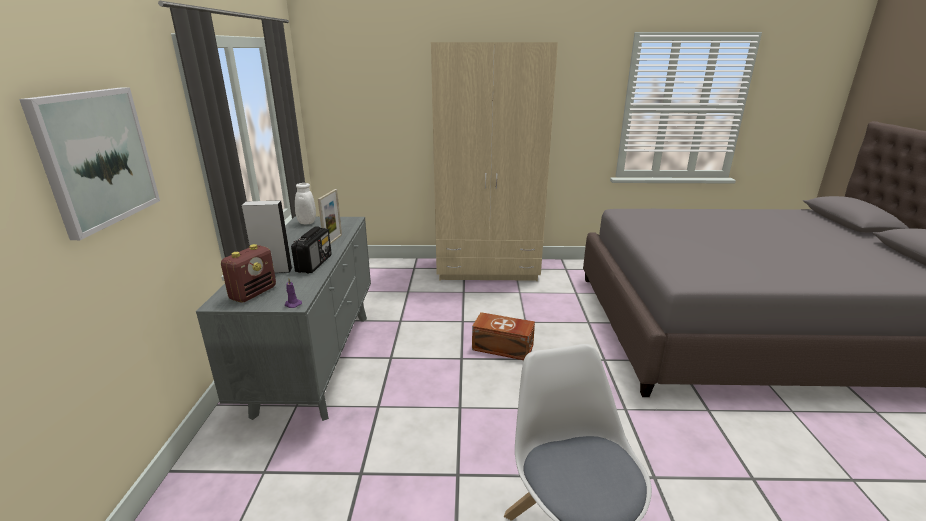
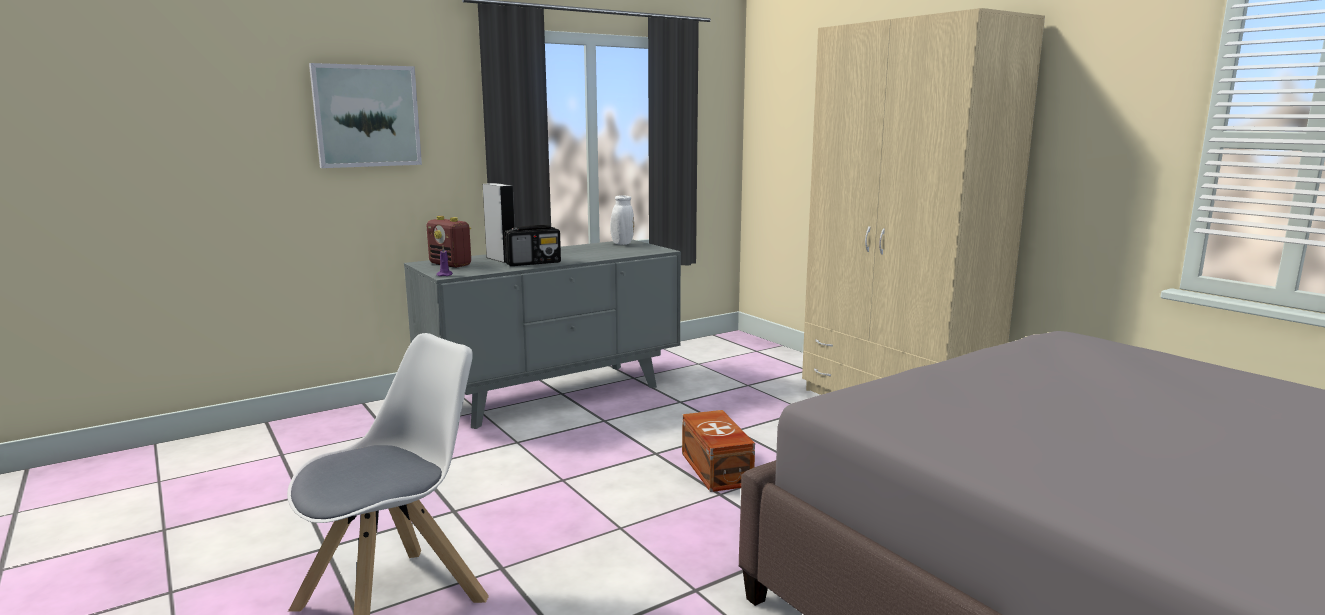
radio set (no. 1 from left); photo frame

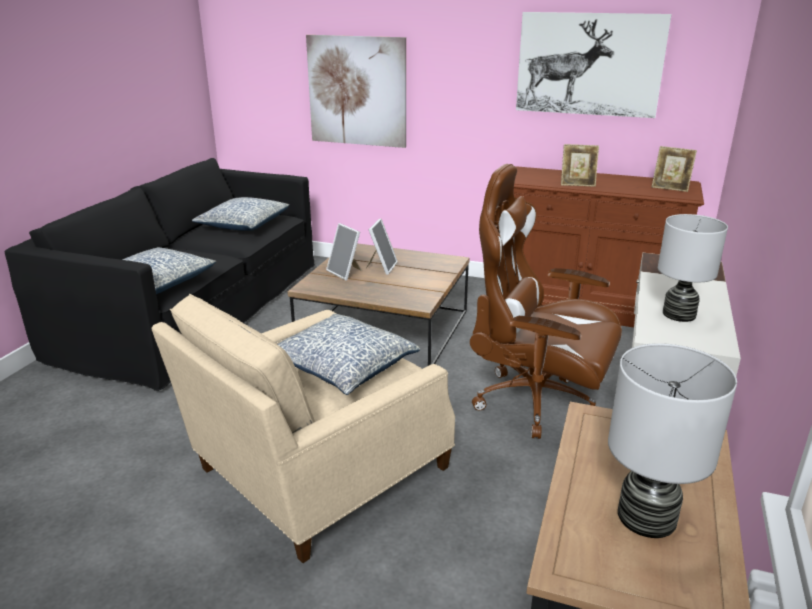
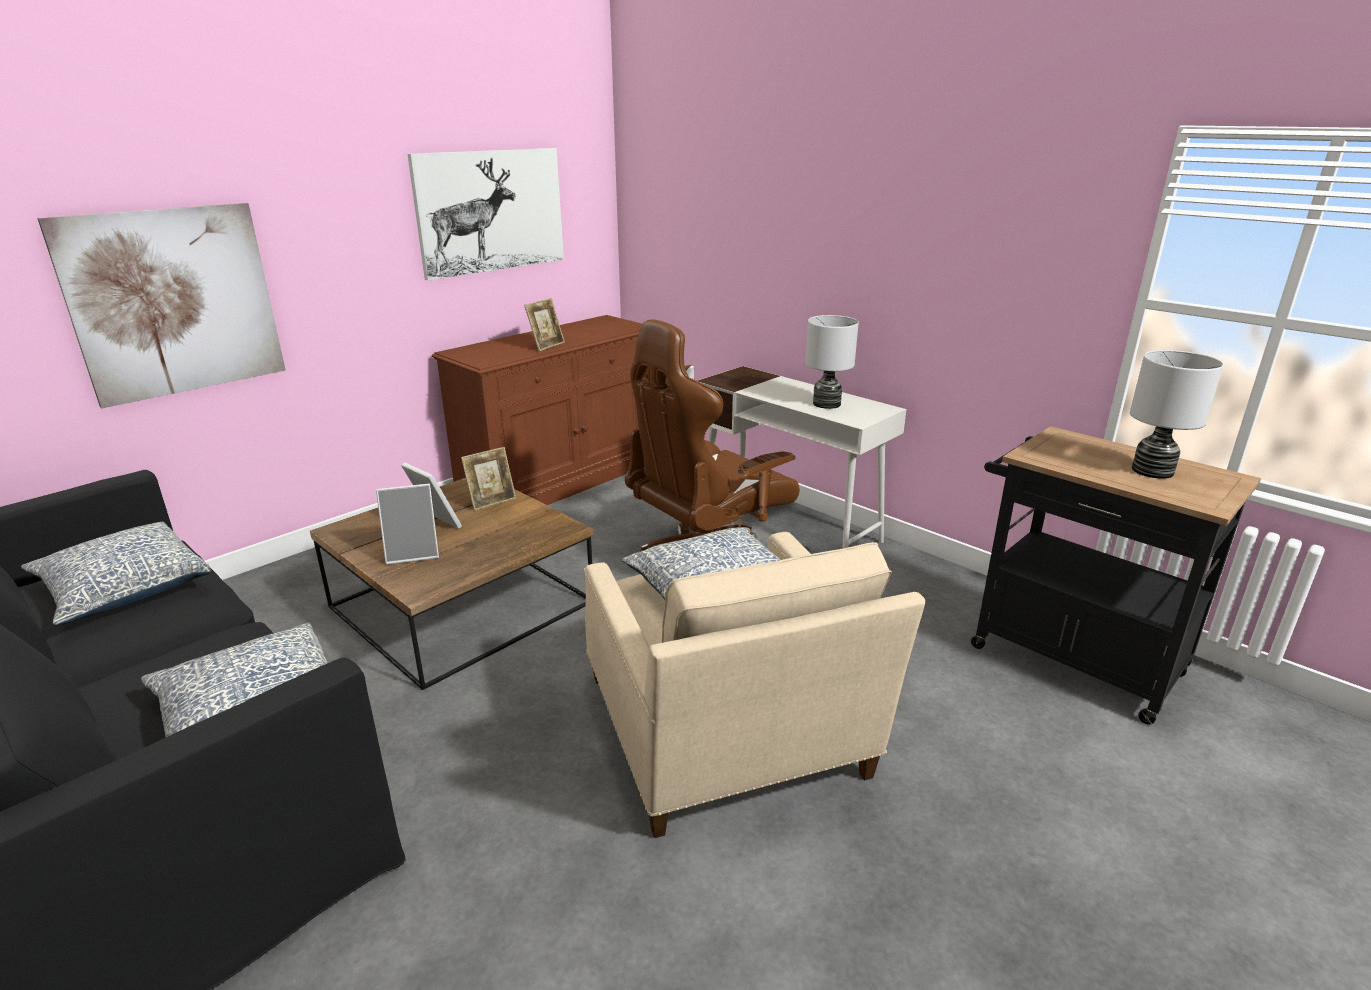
photo frame (no. 3 from left)

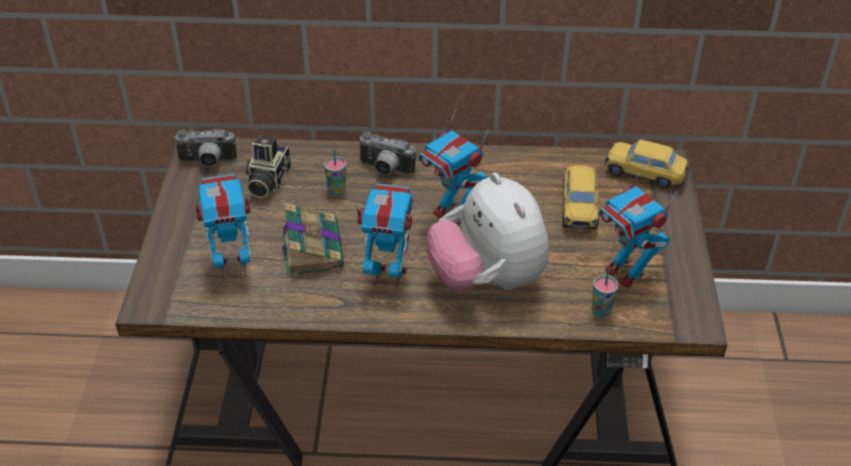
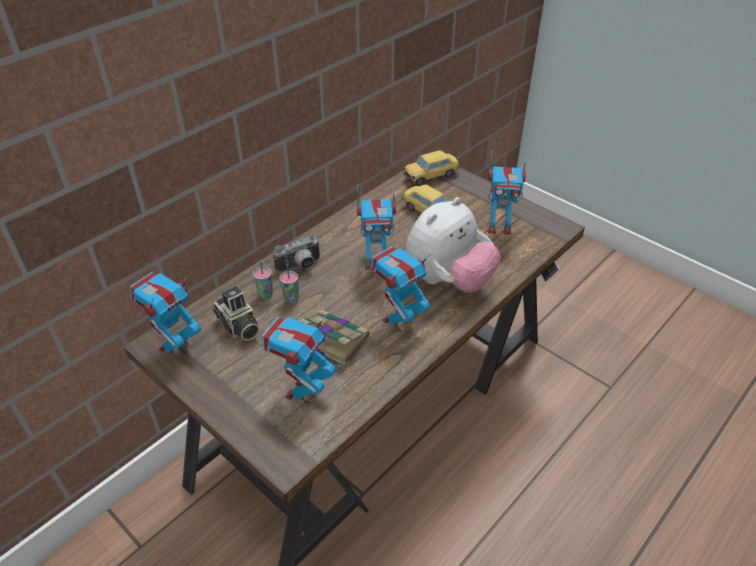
toy robot (no. 1 from left); drinking cup (no. 1 from left); cuddly toy

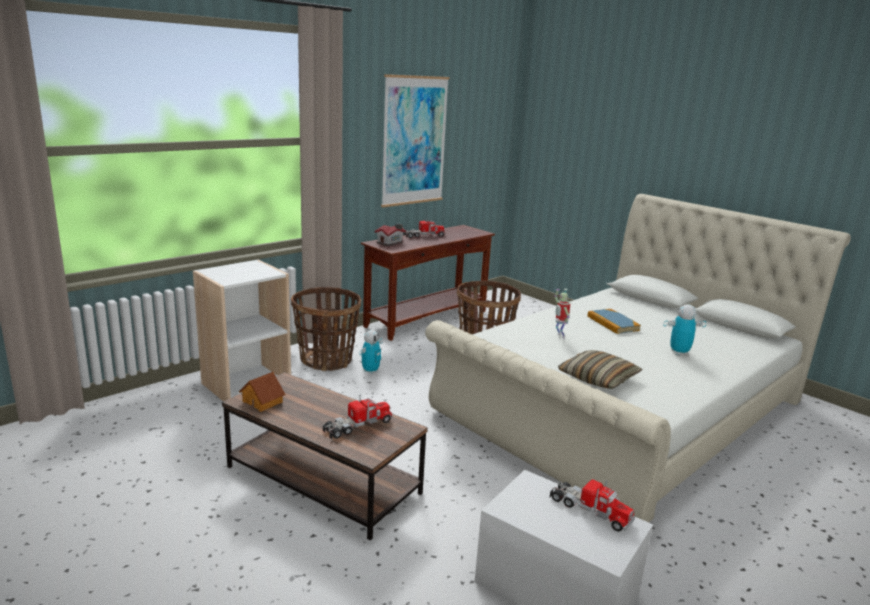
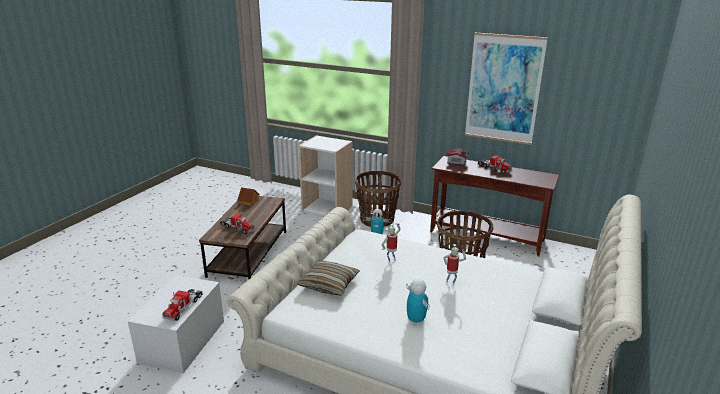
toy robot (no. 4 from left)

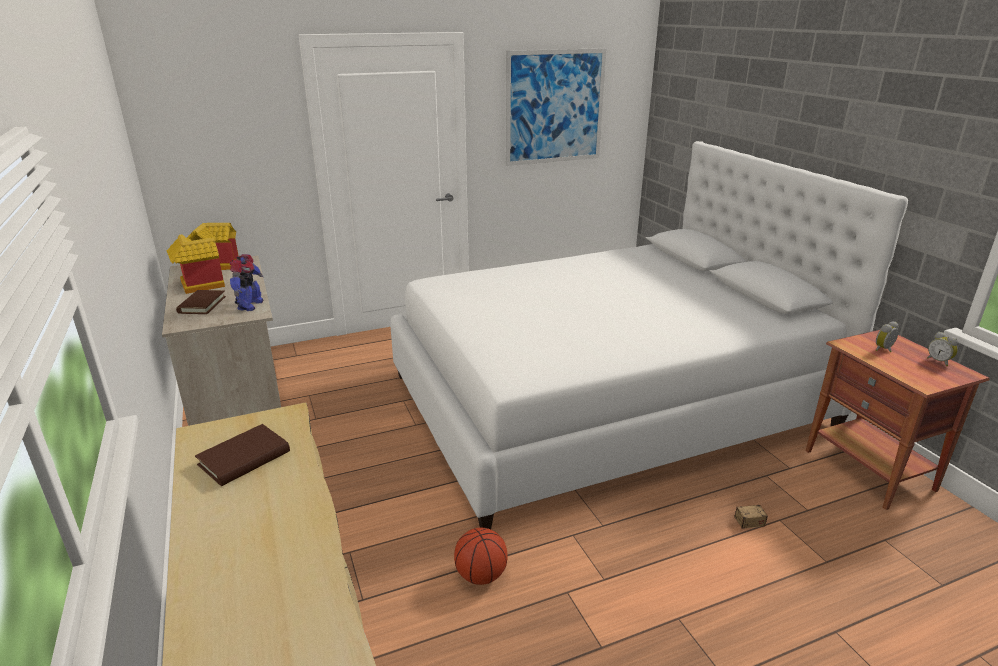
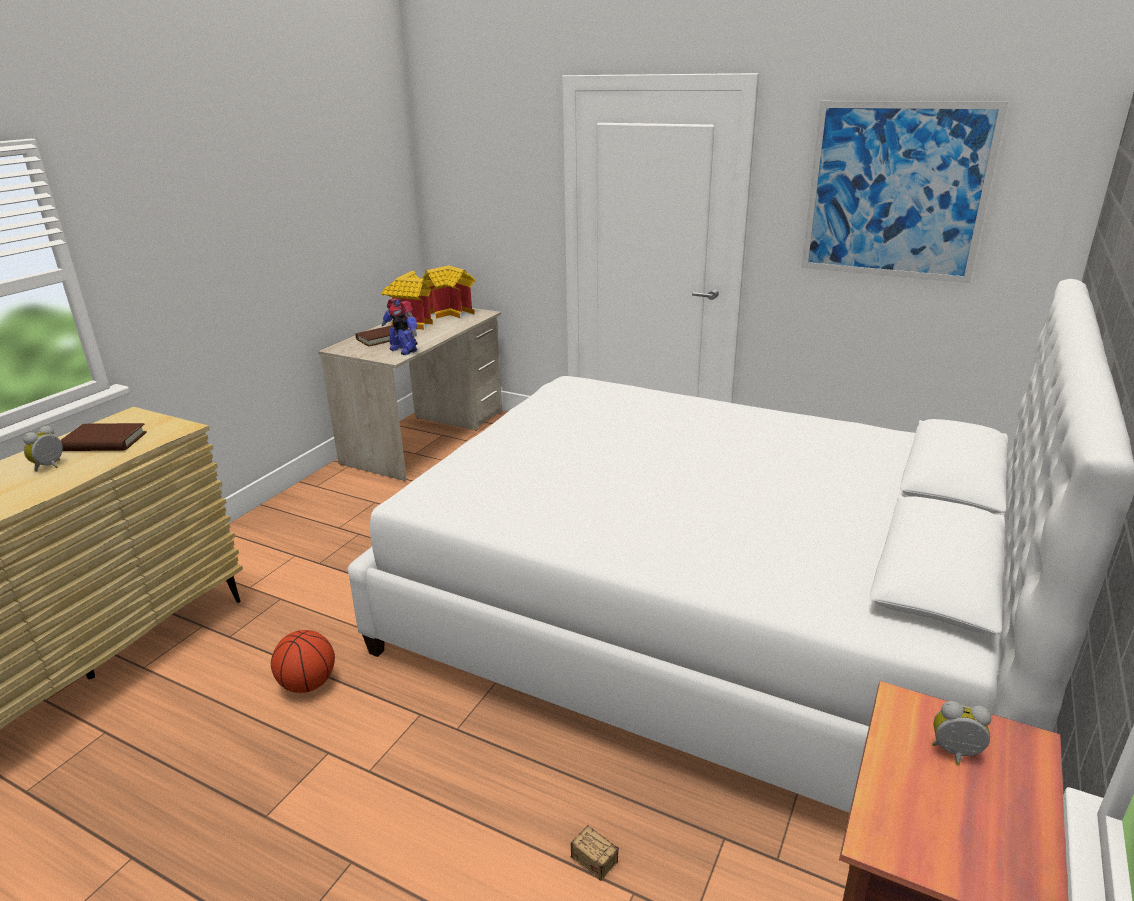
bedside clock (no. 1 from left); toy robot

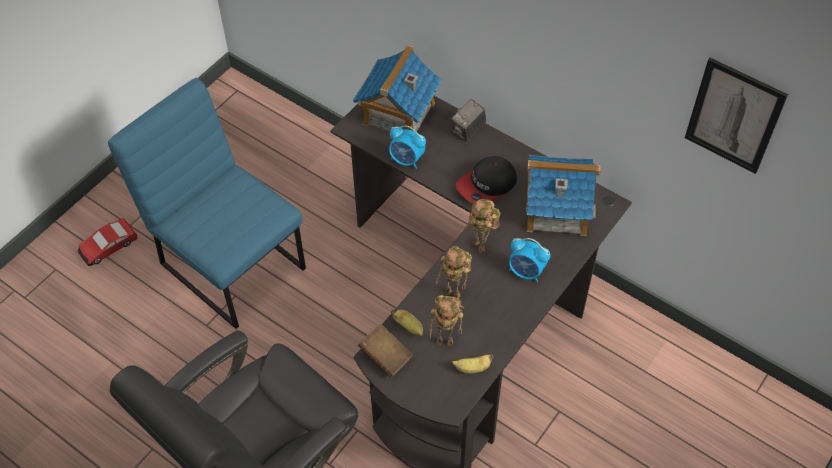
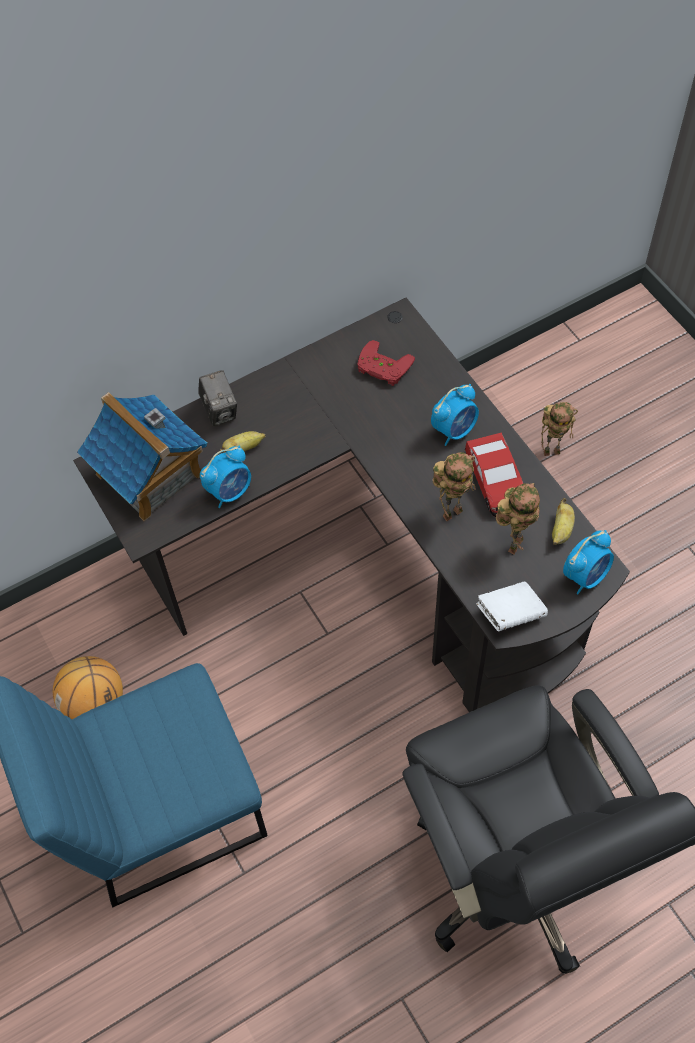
basketball; banana fruit (no. 1 from left); gamepad in red-coloured; model car; book in white; toy robot (no. 3 from left); bedside clock (no. 3 from left); peaked cap; wall art

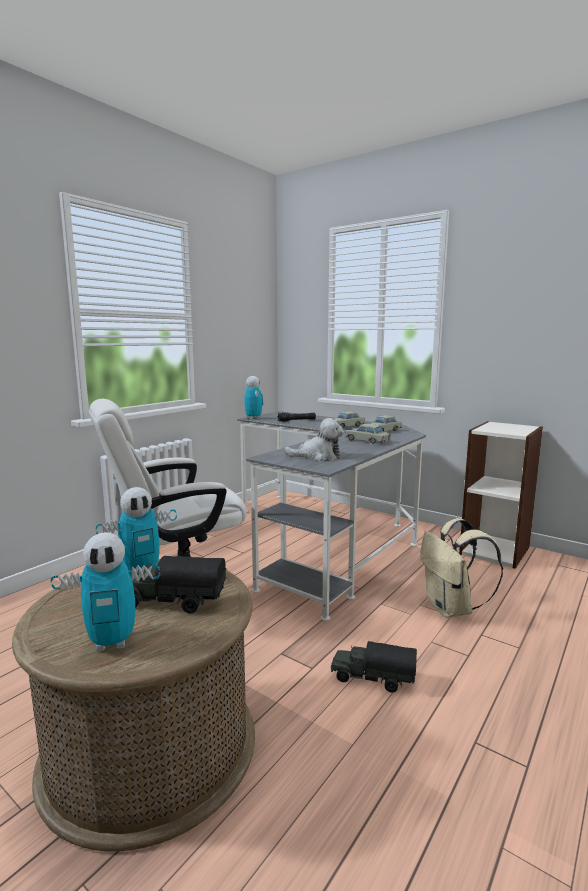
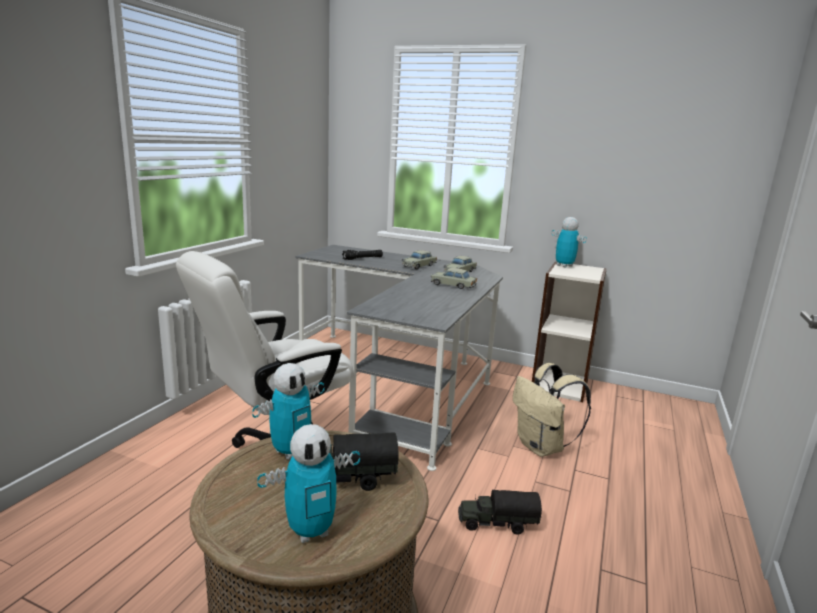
toy robot (no. 3 from left); cuddly toy

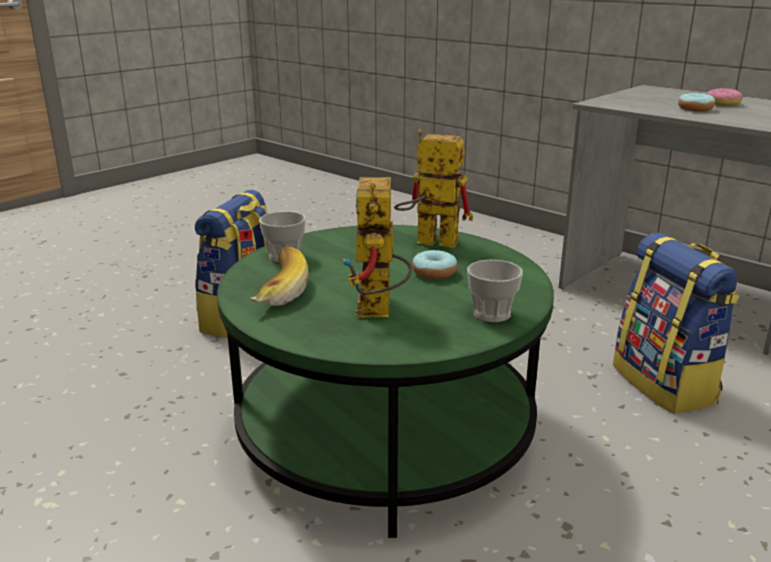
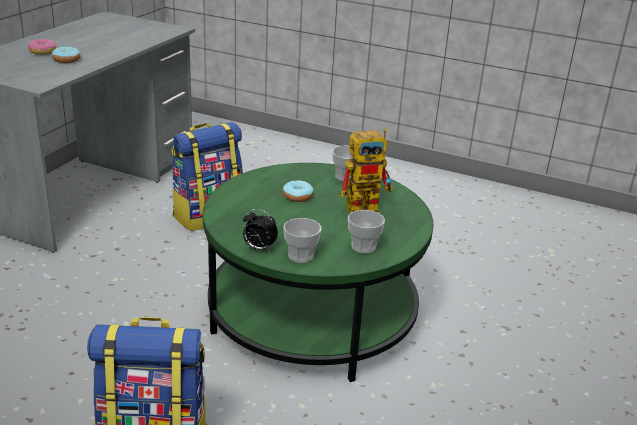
bedside clock; drinking cup (no. 3 from left); toy robot (no. 2 from left in the first image)

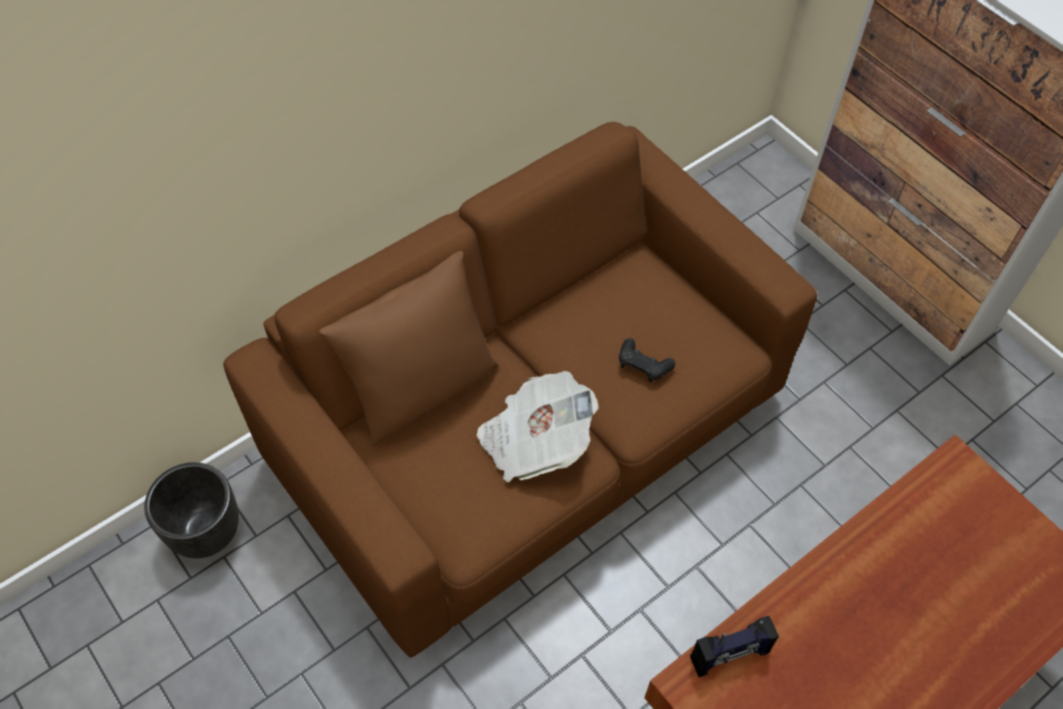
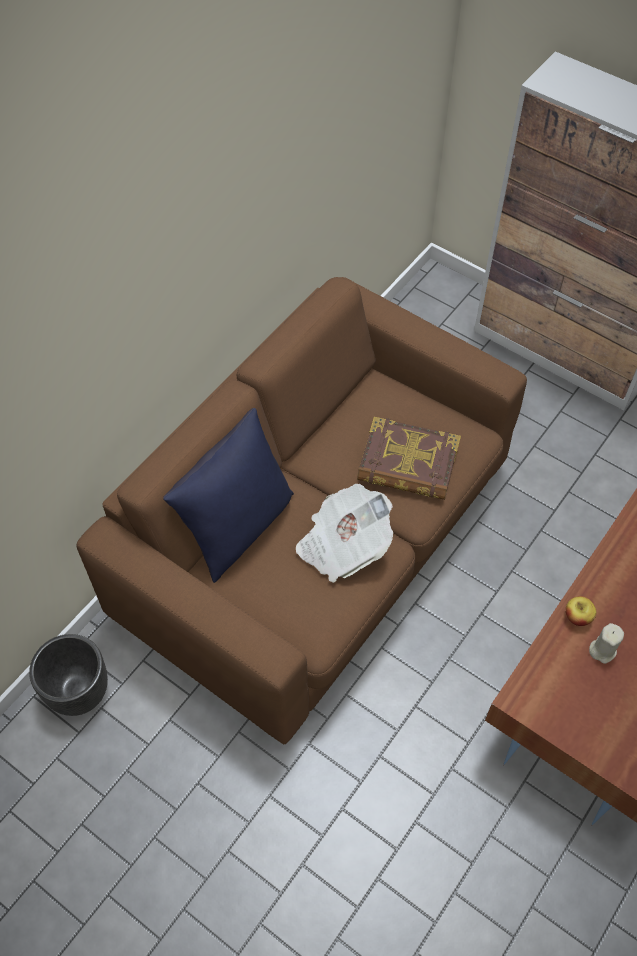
throw pillow in bluish; book; apple fruit; wax candle in beige-coloured; radio set

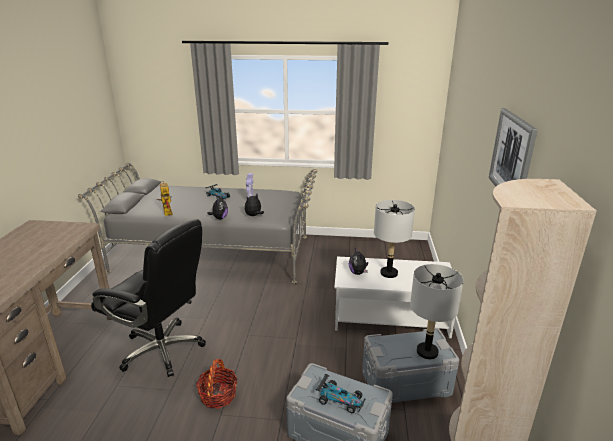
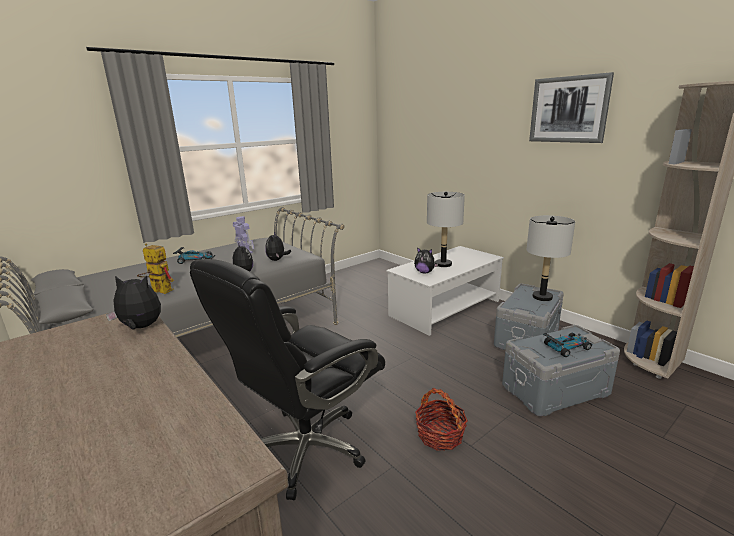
cuddly toy (no. 1 from left); desk chair in black-coloured

